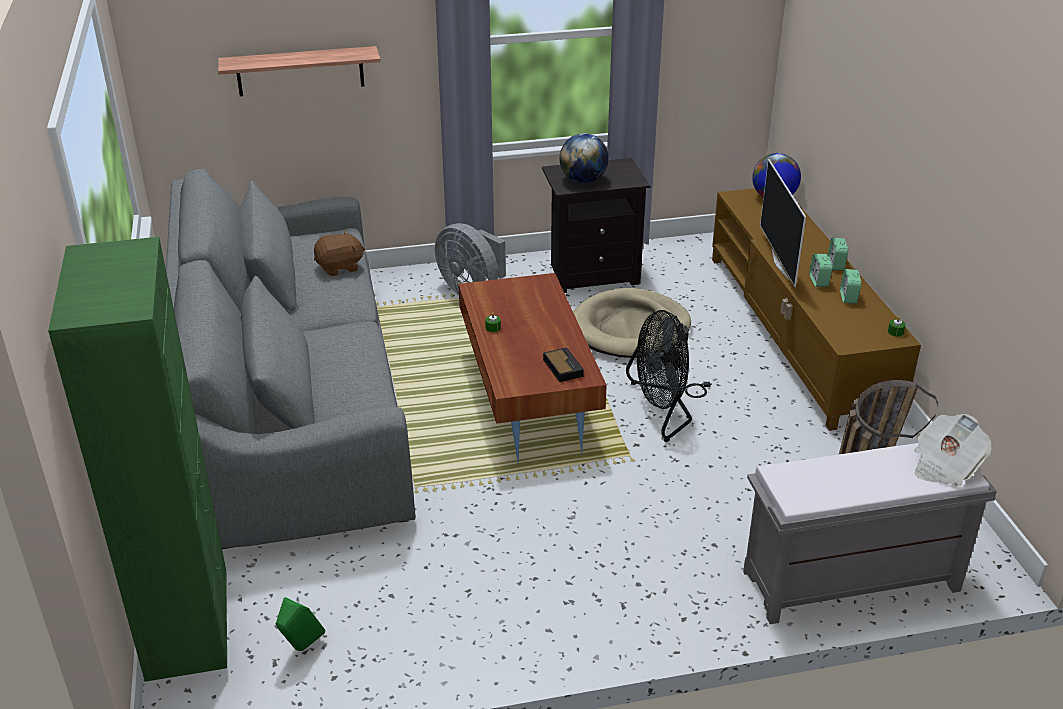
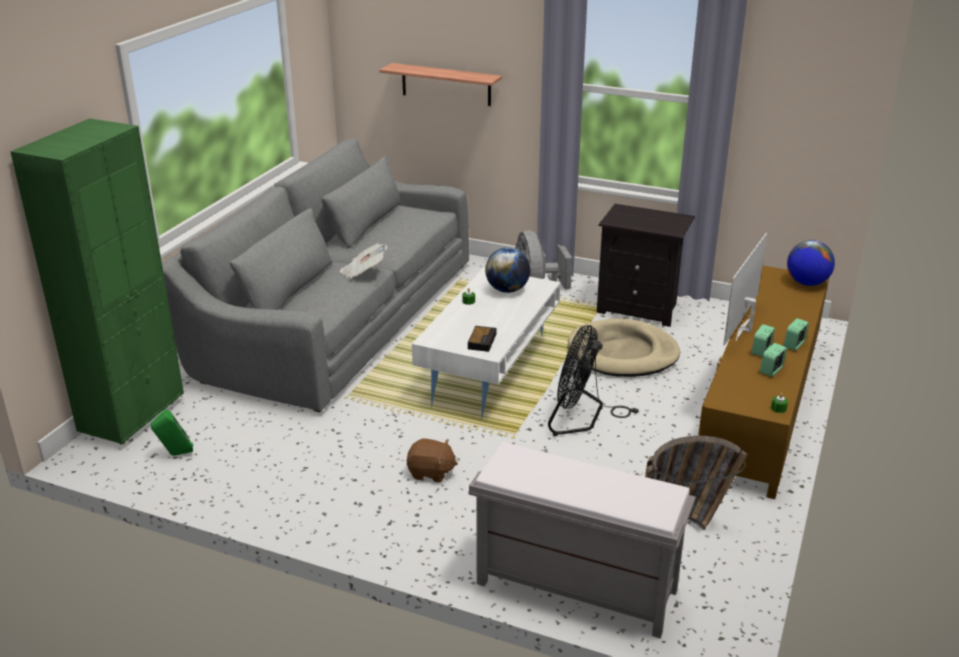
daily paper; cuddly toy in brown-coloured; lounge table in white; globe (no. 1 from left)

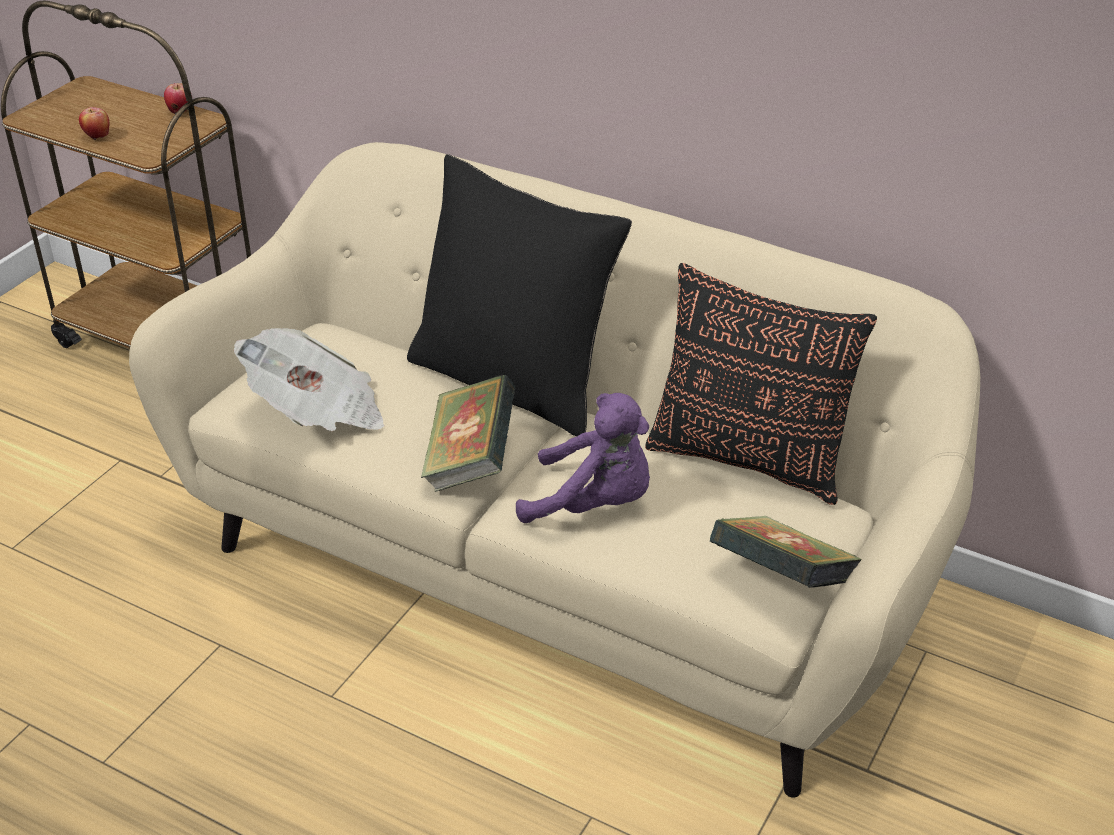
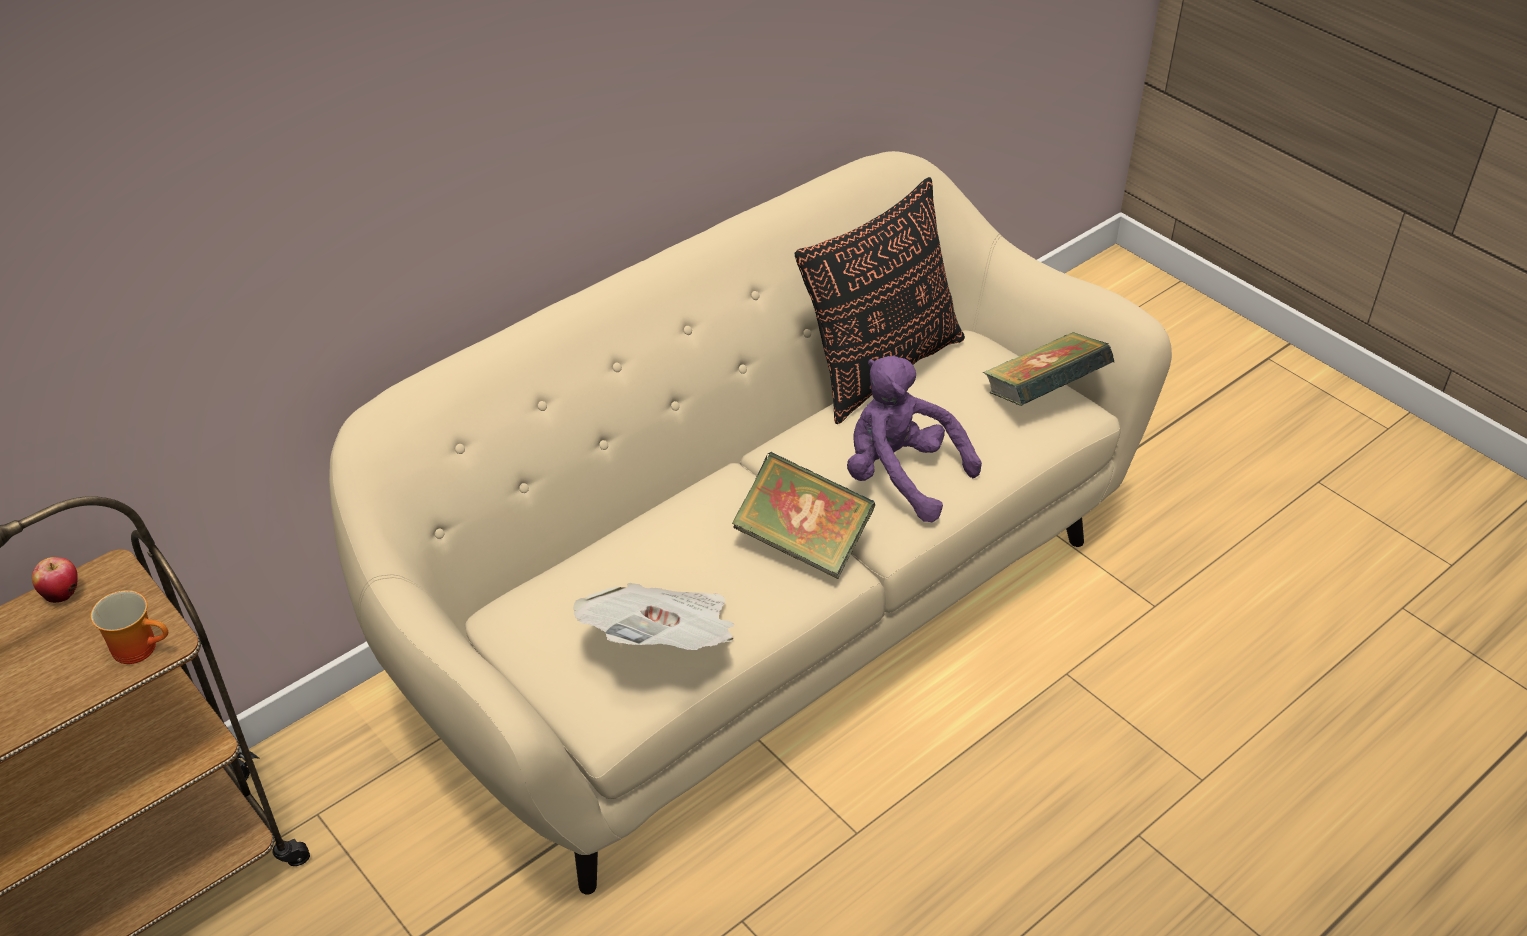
tea mug; cuddly toy in purple; apple fruit (no. 1 from left in the first image); throw pillow in black-coloured (no. 1 from left in the first image)

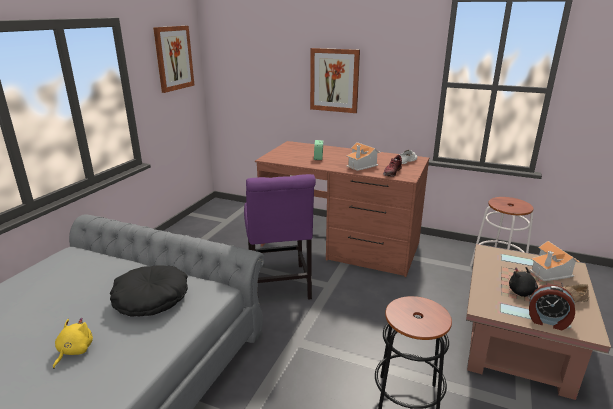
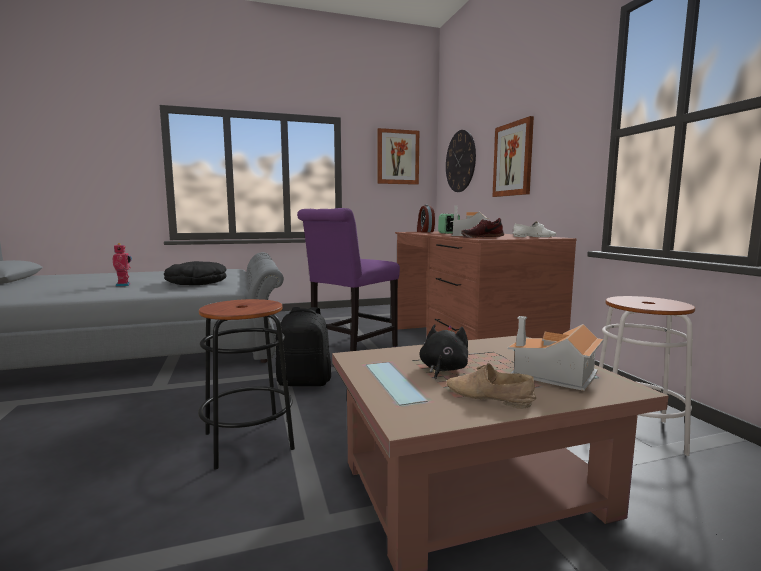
toy robot; rucksack in black-coloured; bedside clock (no. 1 from left); wall clock

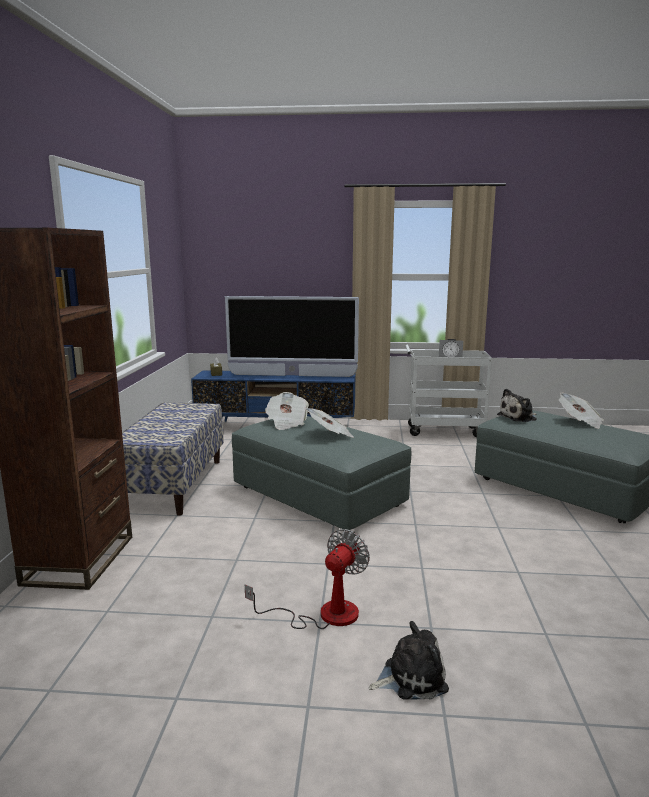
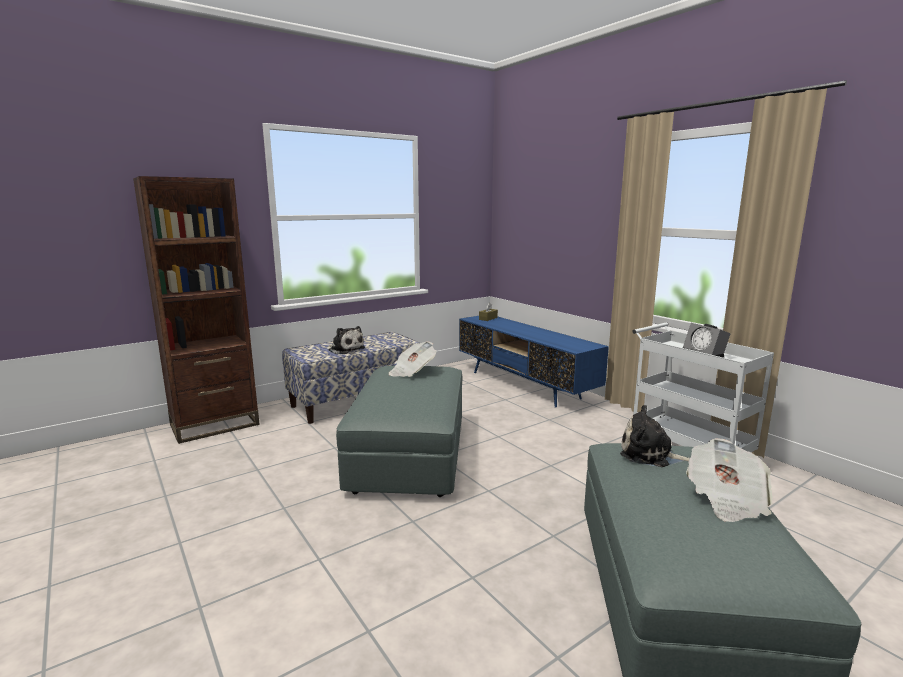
cuddly toy (no. 1 from left); TV; electric fan; daily paper (no. 2 from left in the first image)

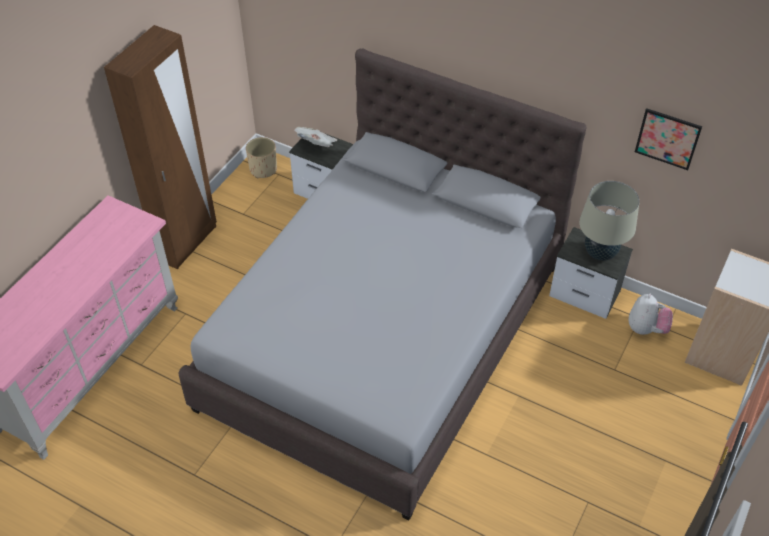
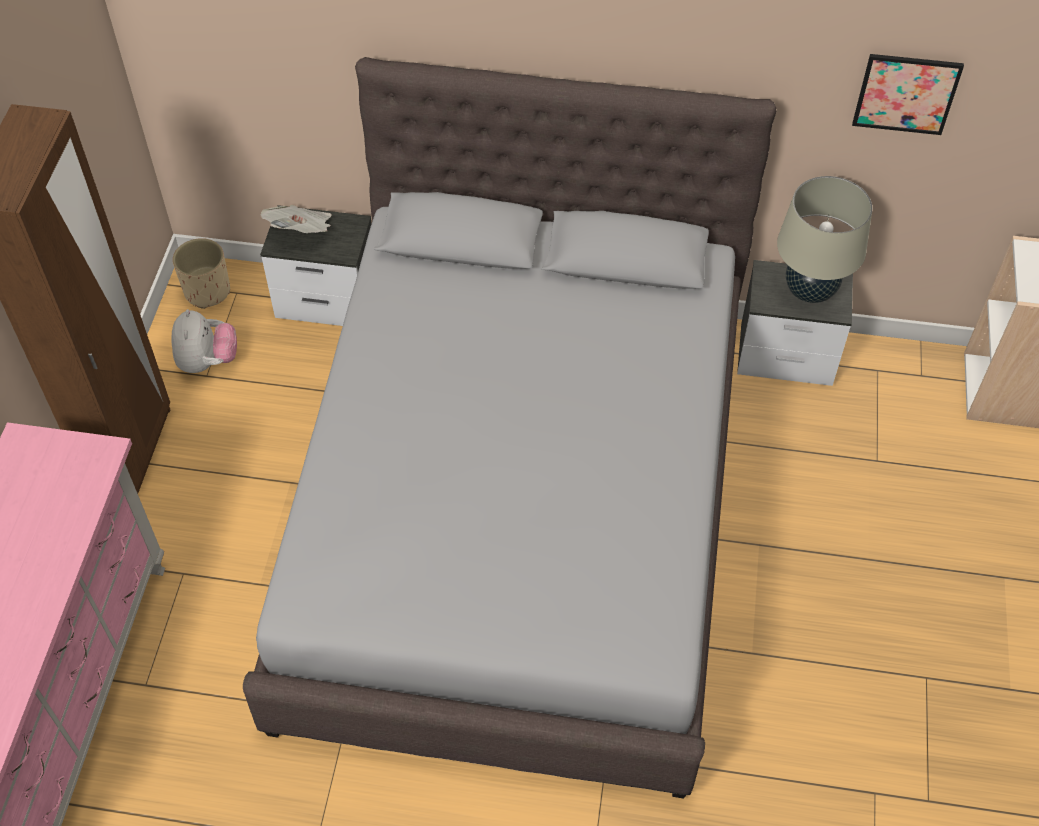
cuddly toy

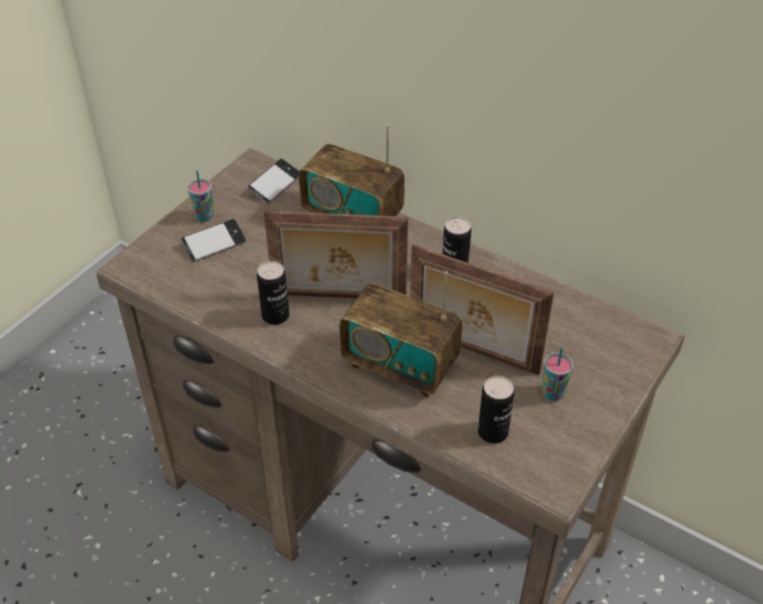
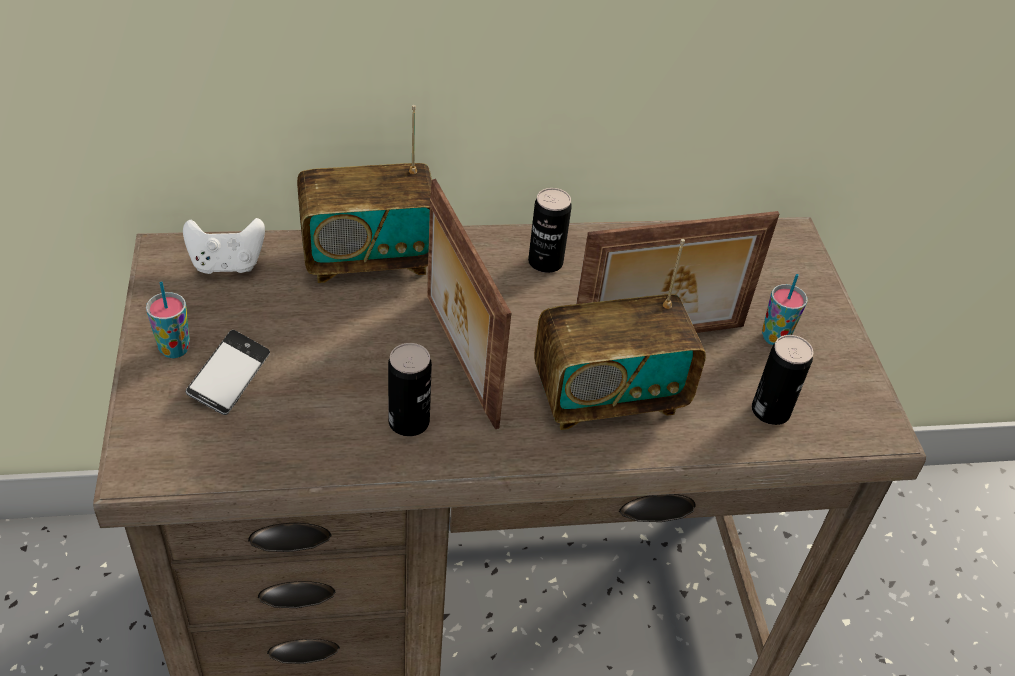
gamepad in white; photo frame (no. 1 from left)

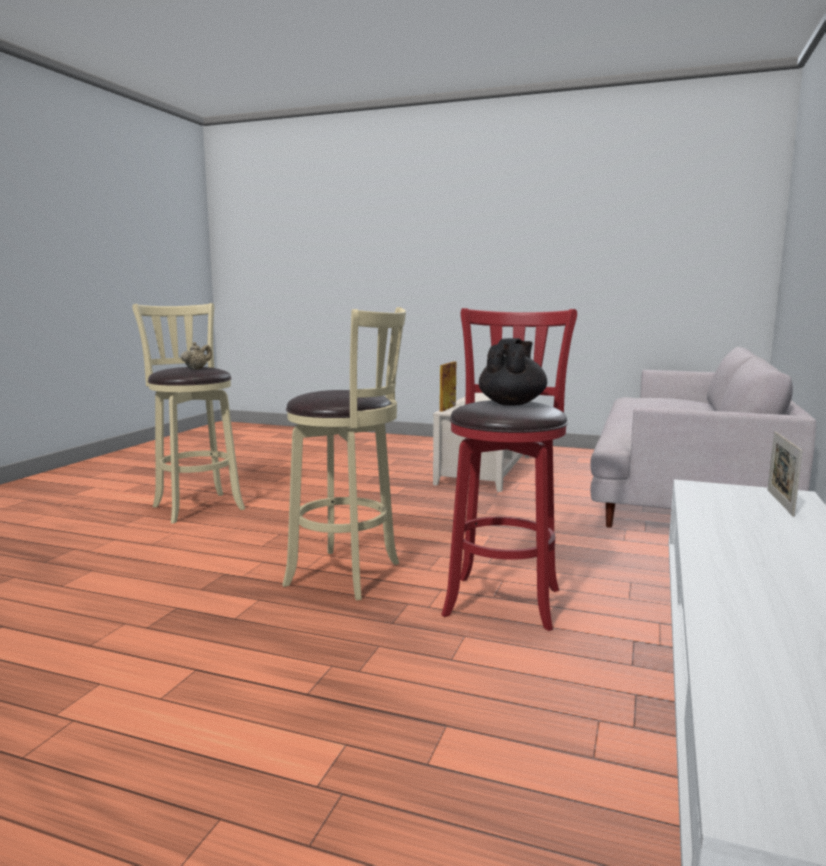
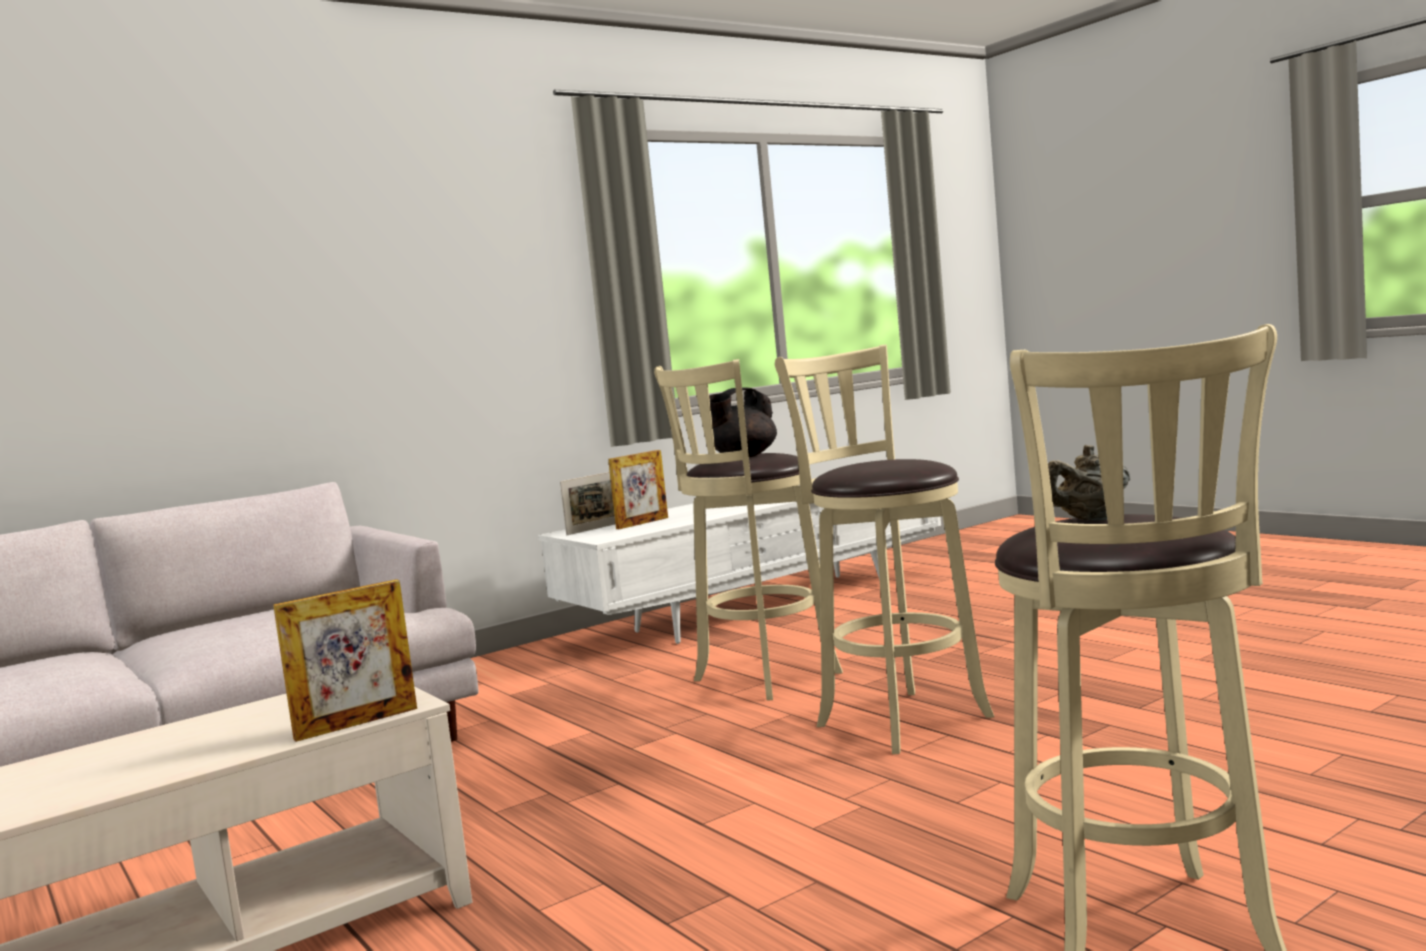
photo frame (no. 3 from left); stool in beige-coloured (no. 1 from left)

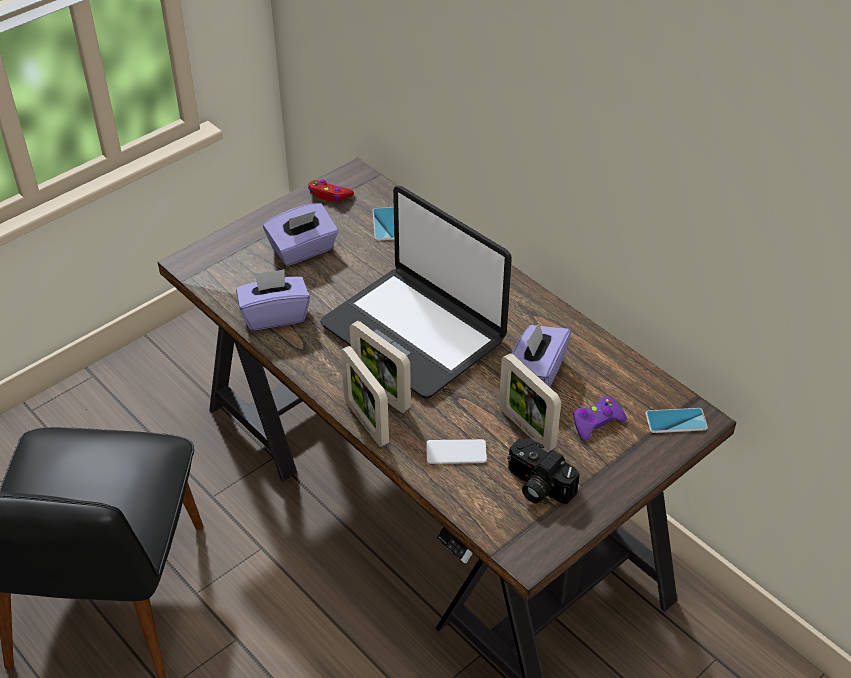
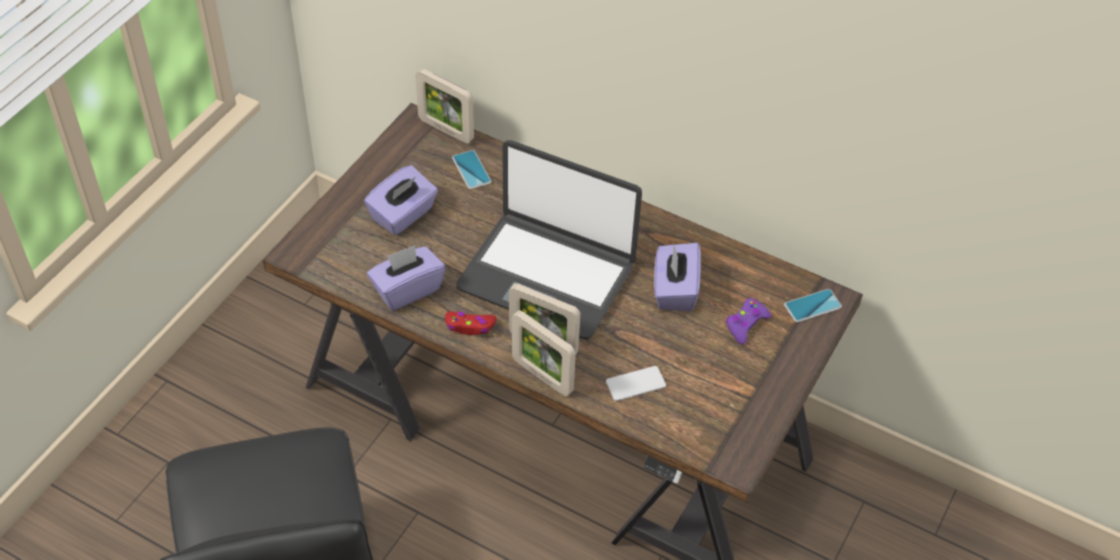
photo frame (no. 1 from left); gamepad in red-coloured; photo camera

